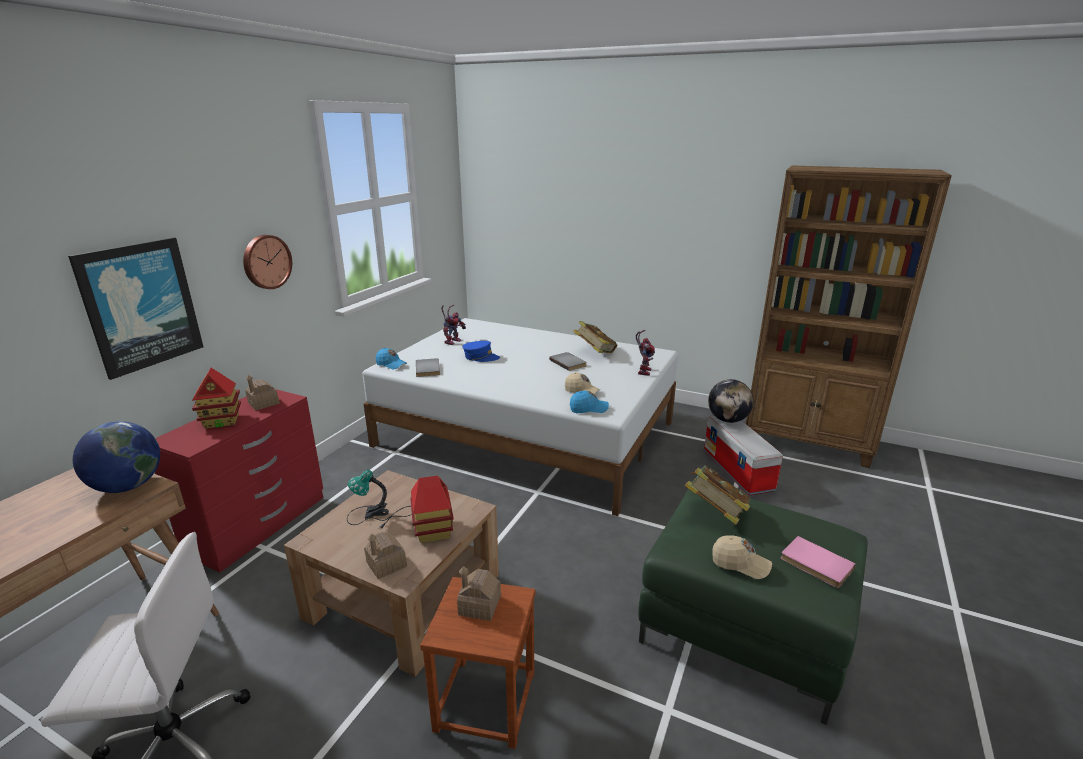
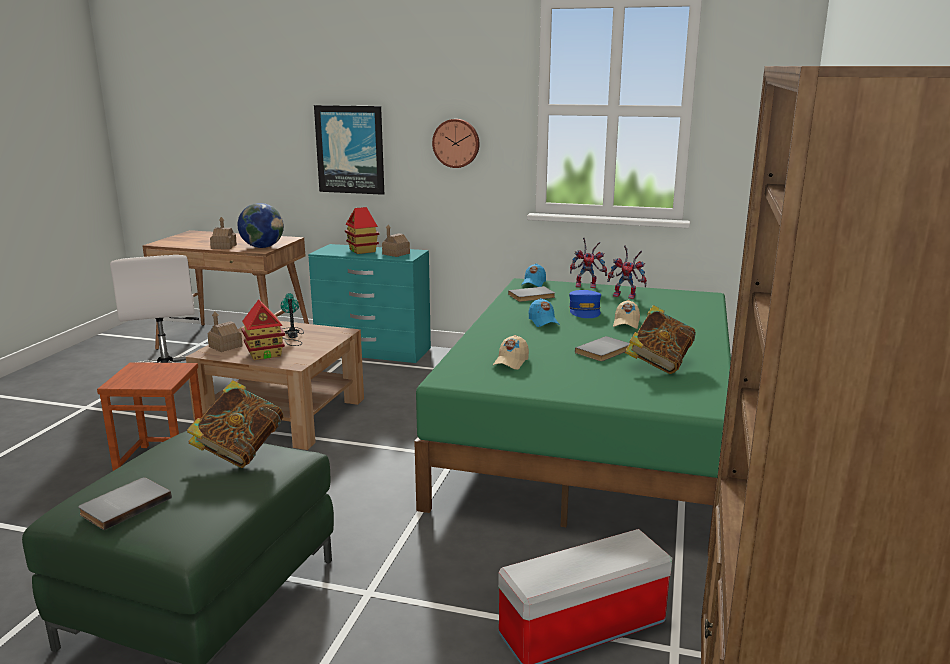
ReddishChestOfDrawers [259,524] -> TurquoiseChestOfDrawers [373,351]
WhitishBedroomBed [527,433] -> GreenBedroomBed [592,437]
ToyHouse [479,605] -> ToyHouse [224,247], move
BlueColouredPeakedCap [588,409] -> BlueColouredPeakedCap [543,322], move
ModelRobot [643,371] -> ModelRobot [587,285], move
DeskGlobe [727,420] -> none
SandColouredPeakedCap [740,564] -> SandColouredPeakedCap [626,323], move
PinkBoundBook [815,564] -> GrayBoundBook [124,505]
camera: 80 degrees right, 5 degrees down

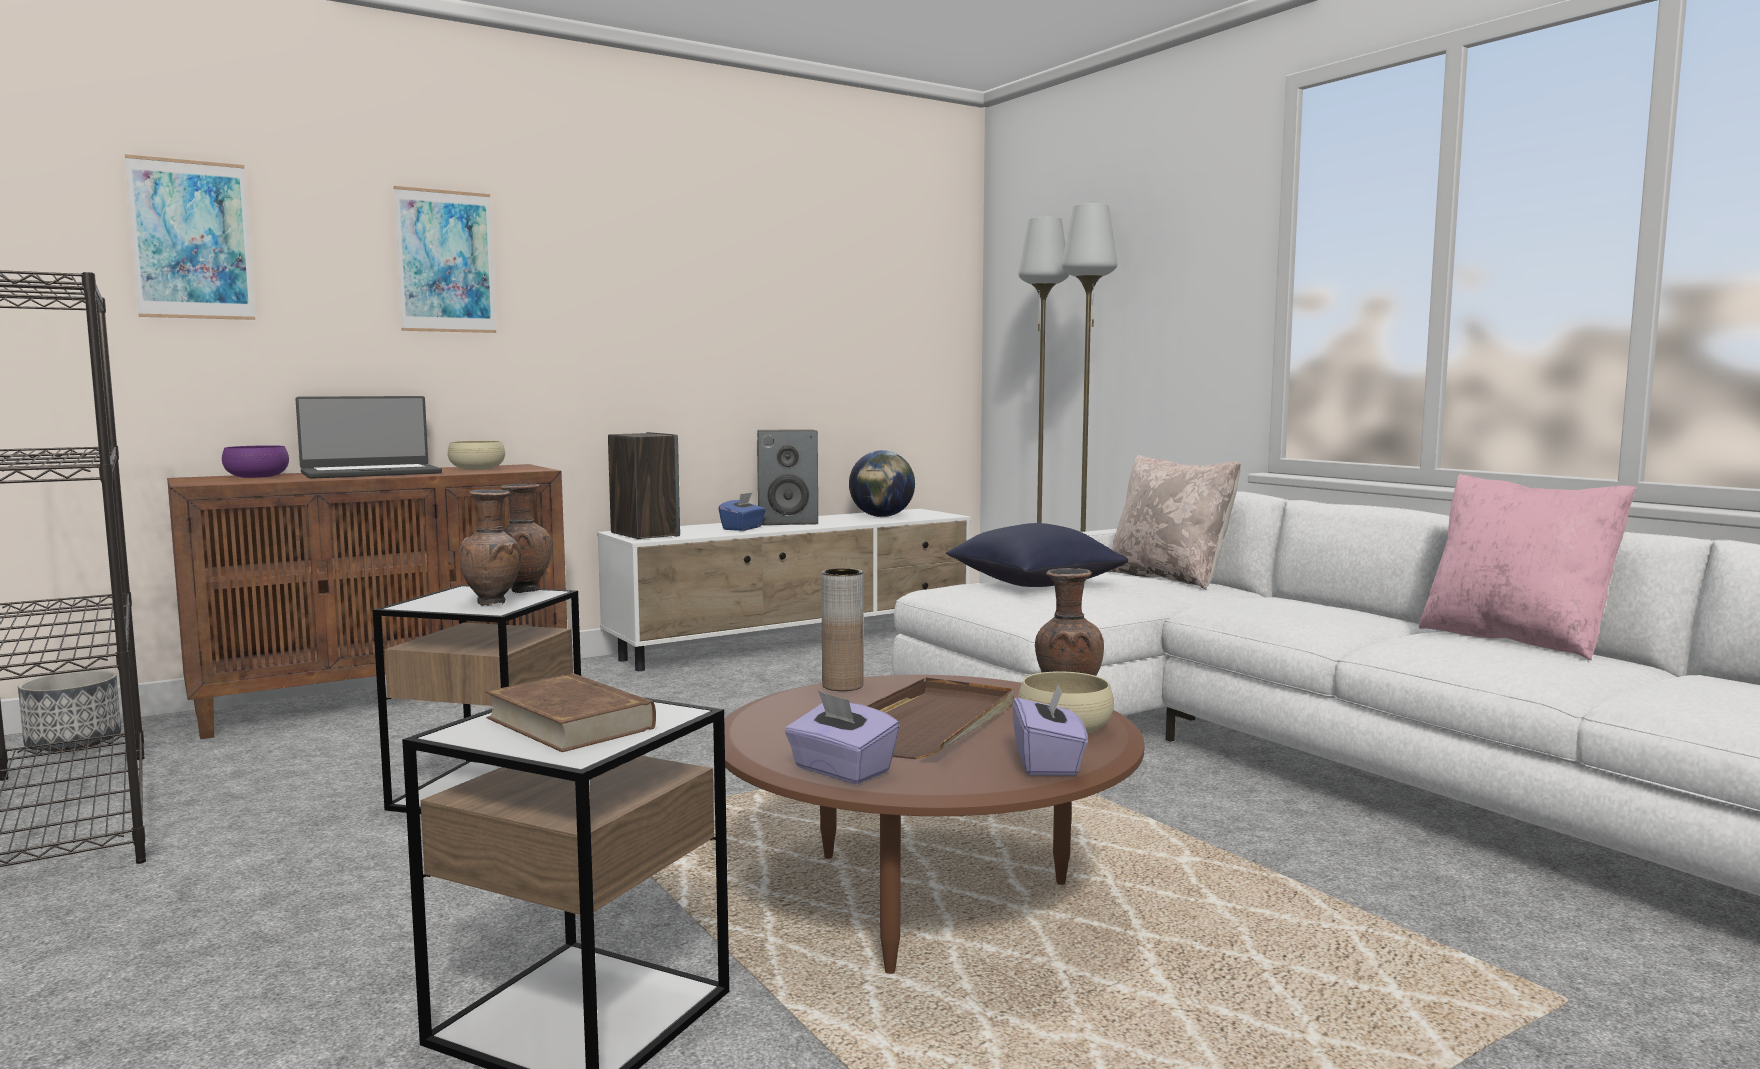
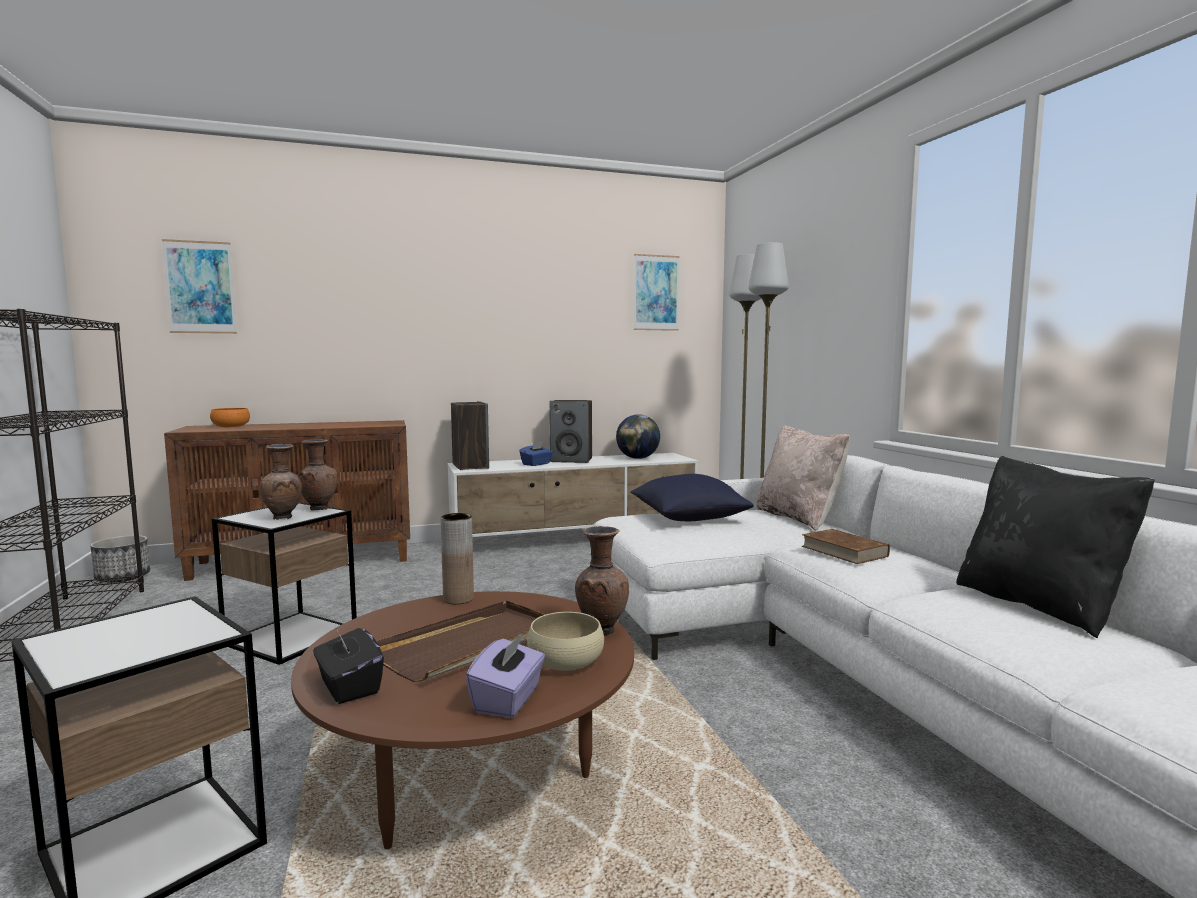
PurpleBowl [256,476] -> OrangeyBowl [230,426]
NotebookComputer [371,473] -> none
Picture [446,261] -> Picture [656,293], move
SandColouredBowl [477,468] -> none
BrownColouredBoundBook [570,723] -> BrownColouredBoundBook [844,551], move
PurpleTissueBox [841,771] -> BlackColouredTissueBox [348,687]
PinkCushion [1516,640] -> BlackColouredCushion [1039,606]
camera: 15 degrees right, 0 degrees up

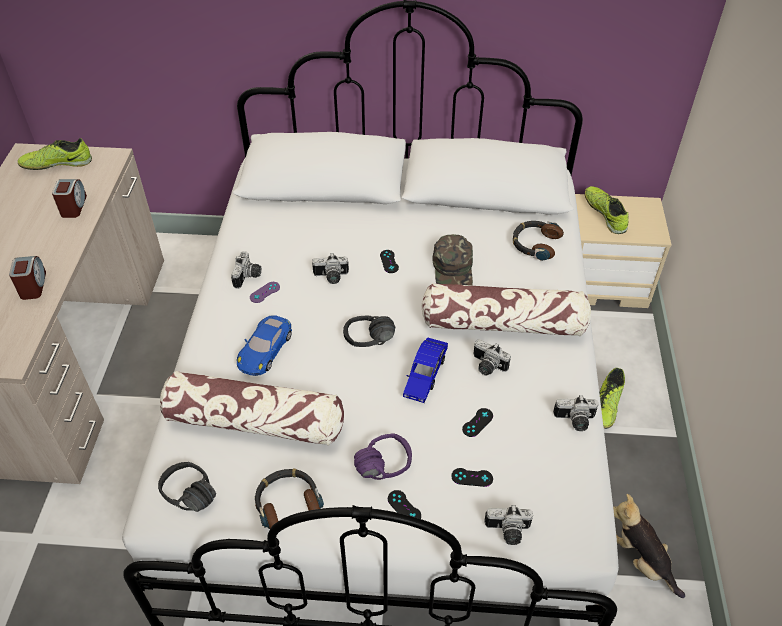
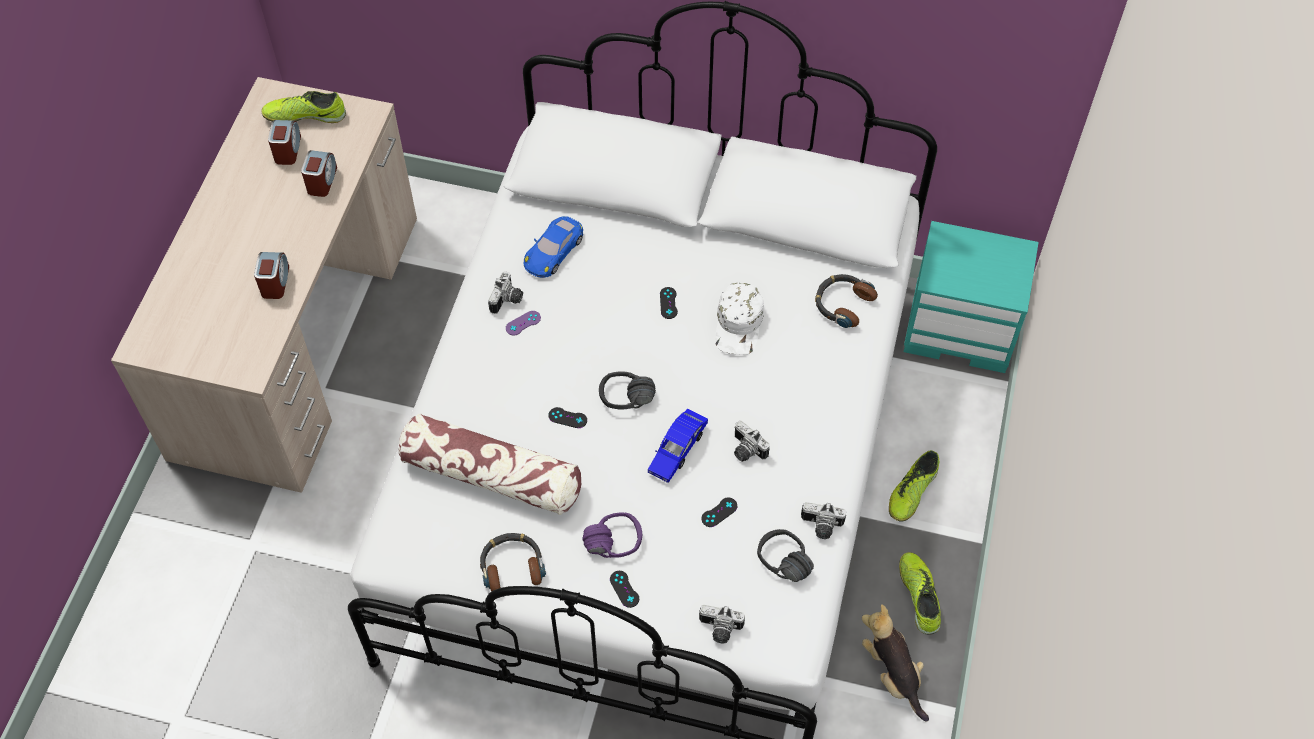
BlackColouredPairOfHeadphones [183,500] -> BlackColouredPairOfHeadphones [778,567], move
BlueColouredToyCar [265,349] -> BlueColouredToyCar [553,251], move
PhotoCamera [331,277] -> none
Cushion [503,324] -> none
GreenPeakedCap [453,269] -> WhitishPeakedCap [739,324]
BlackColouredJoypad [472,477] -> BlackColouredJoypad [567,418], move
SandColouredNightTable [605,281] -> TurquoiseNightTable [961,328]
Shoe [605,214] -> Shoe [919,596], move
none -> BedsideClock [288,150]
camera: 10 degrees right, 10 degrees up

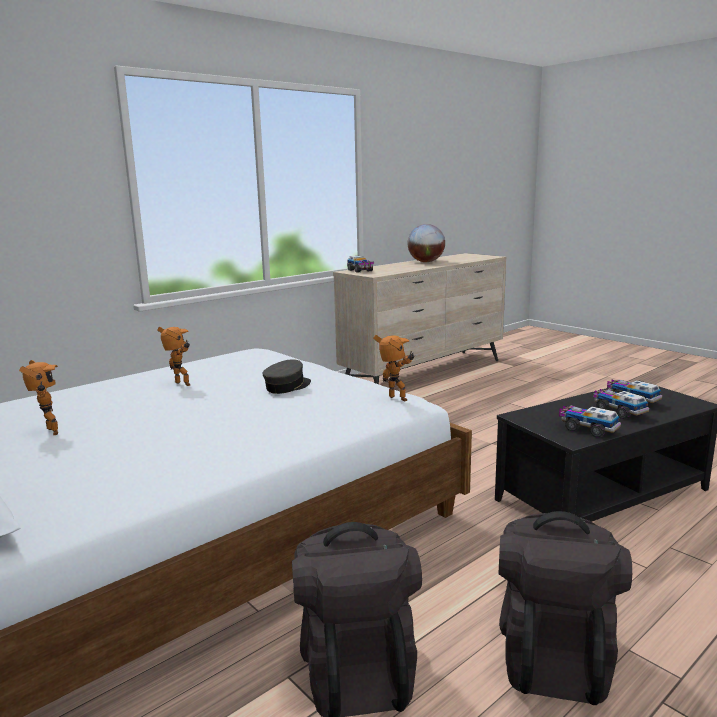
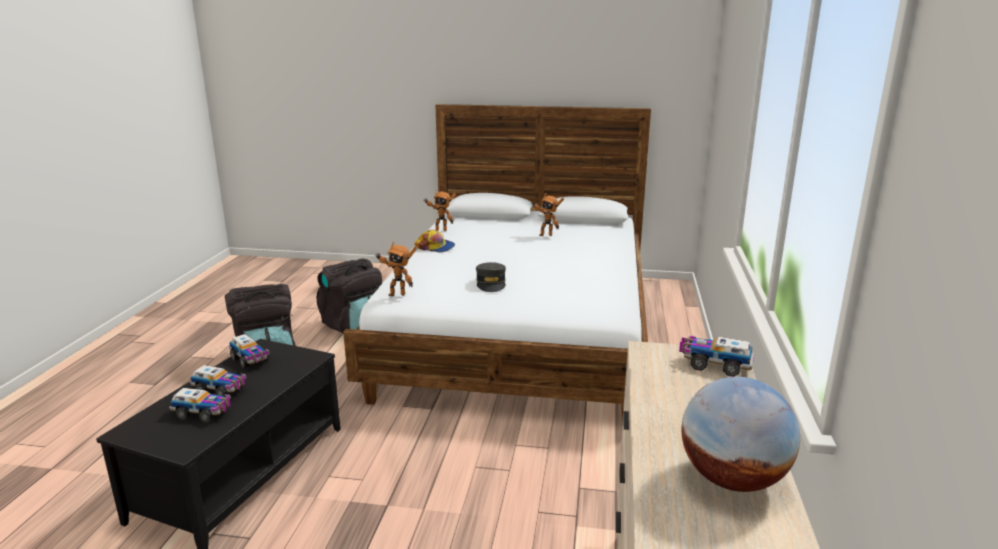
ModelRobot [180,385] -> ModelRobot [440,230], move
ModelTruck [587,429] -> ModelTruck [250,360], 45 degrees clockwise
none -> PeakedCap [435,247]
camera: 140 degrees right, 5 degrees up

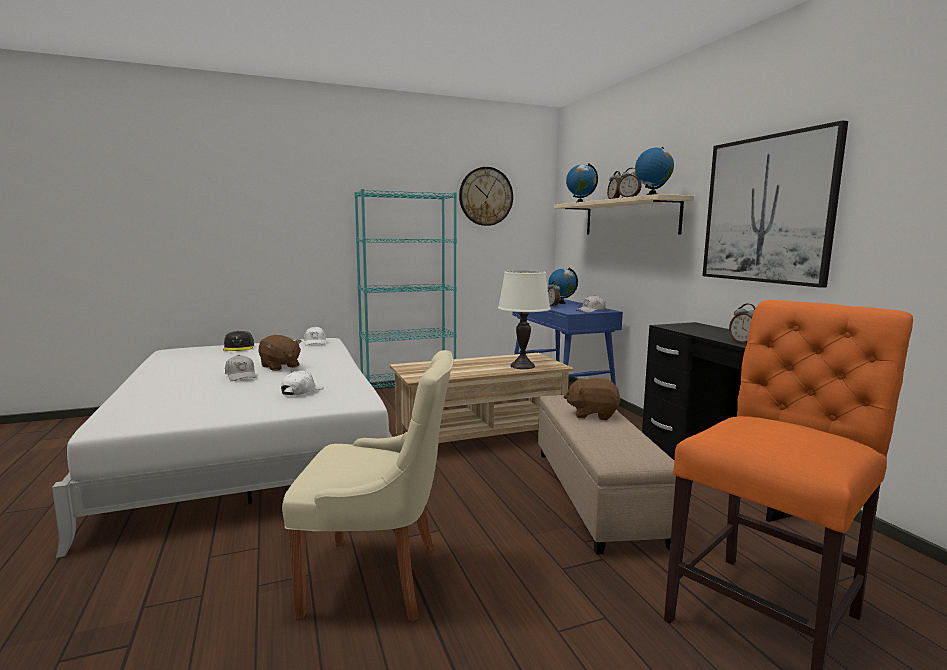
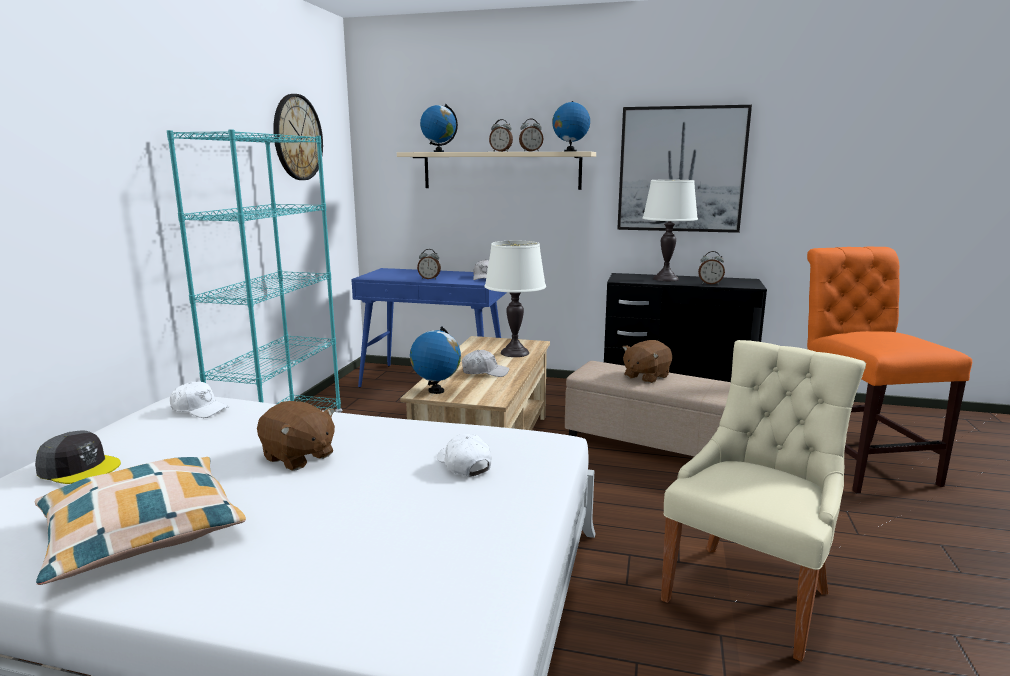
WhitishPeakedCap [241,376] -> WhitishPeakedCap [484,372], move
BrownColouredPlushToy [280,366] -> BrownColouredPlushToy [298,457], 45 degrees clockwise
DeskGlobe [561,303] -> DeskGlobe [436,391], move
none -> Cushion [141,531]
none -> WhitishLampForATable [665,279]
camera: 55 degrees left, 5 degrees up

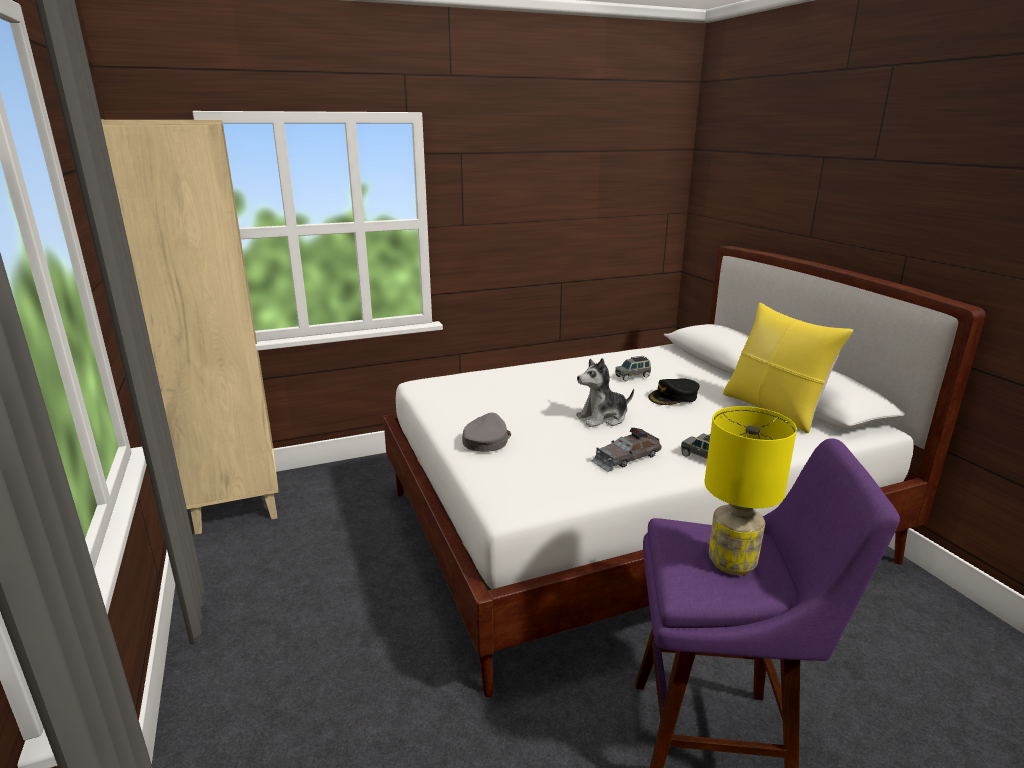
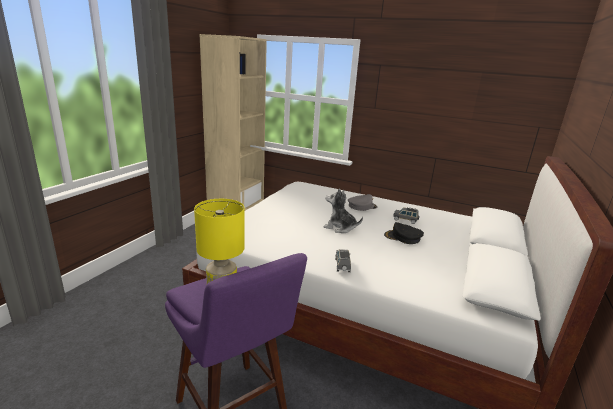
GrayPeakedCap [486,440] -> GrayPeakedCap [362,206], move
GrayToyCar [626,458] -> none
YellowishCushion [774,410] -> none
camera: 45 degrees right, 0 degrees up

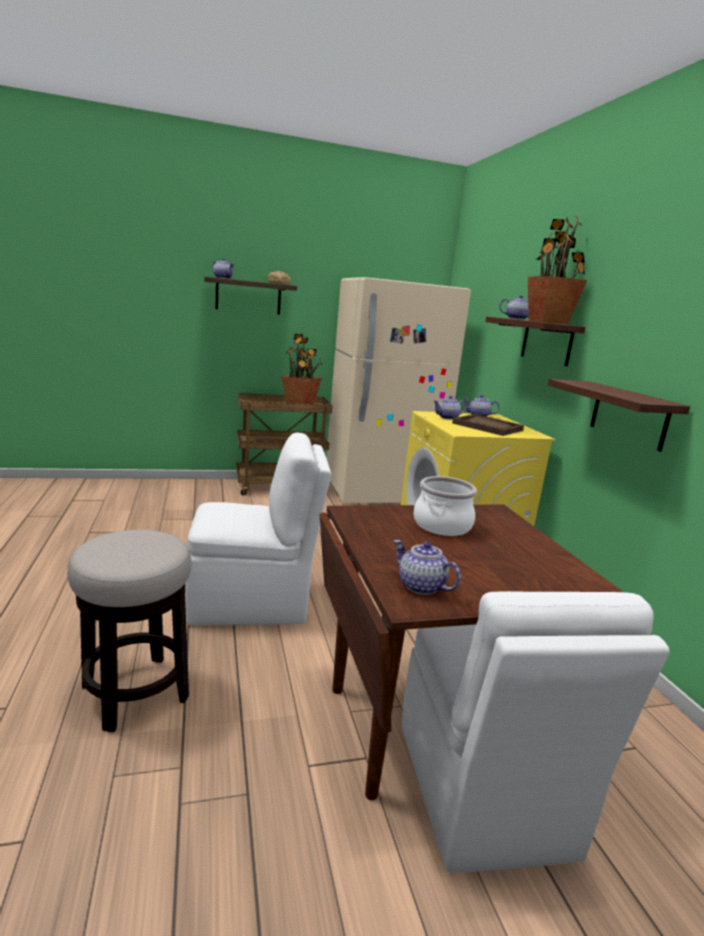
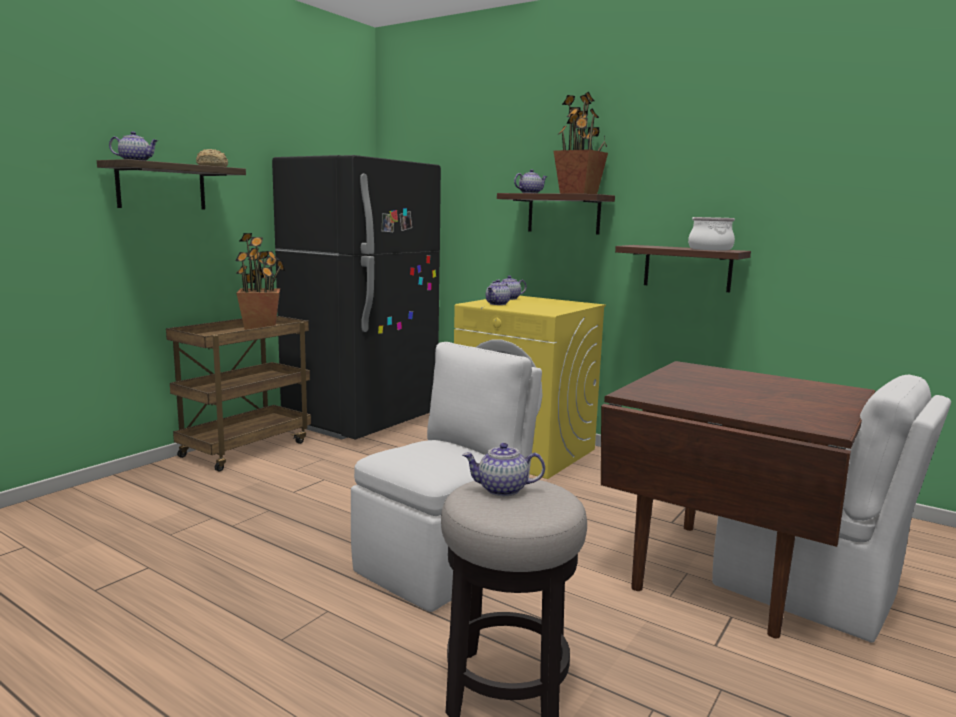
SandColouredFridge [379,493] -> BlackColouredFridge [362,420]
PotForTea [420,586] -> PotForTea [502,490], move
Saucepot [442,526] -> Saucepot [710,249], move
BrownColouredCarryingTray [487,427] -> none
camera: 40 degrees left, 5 degrees down

